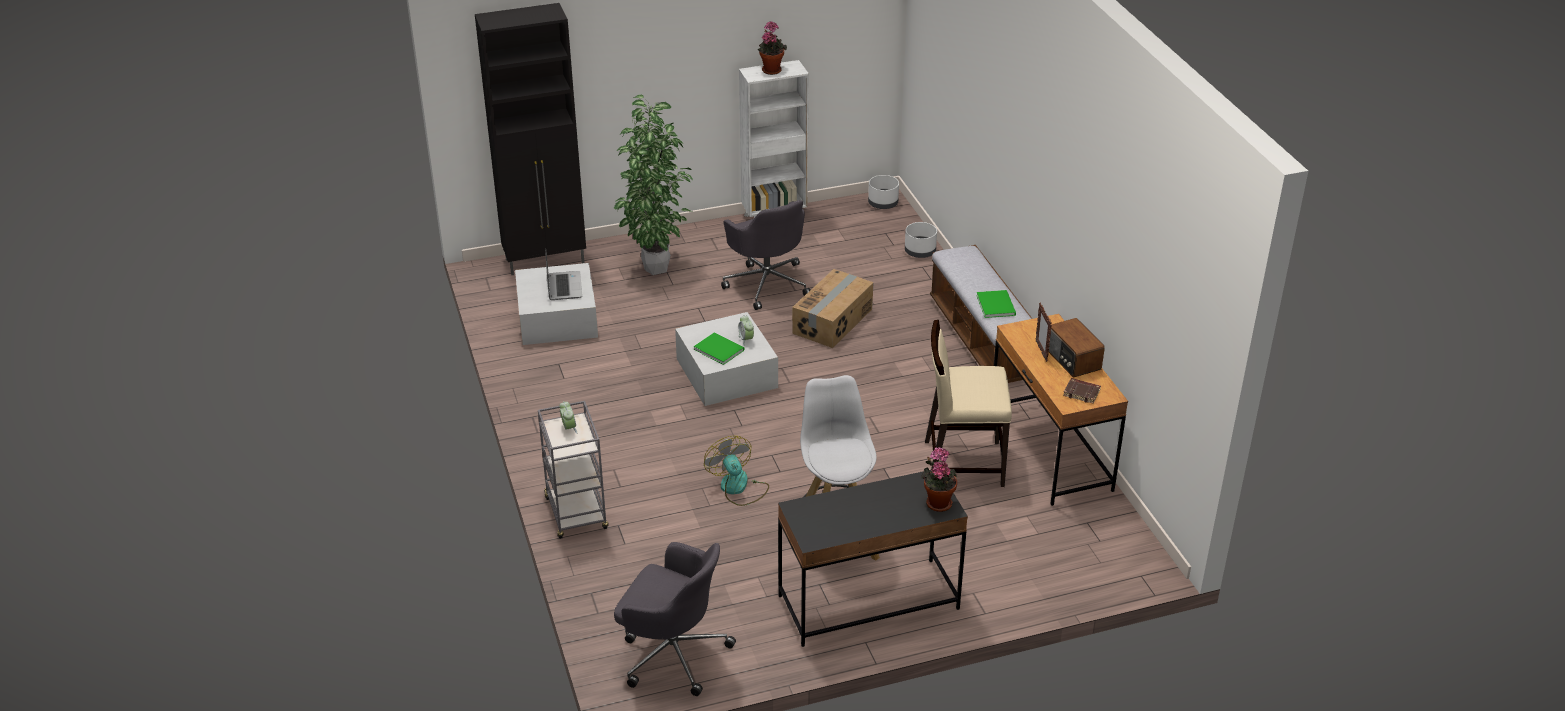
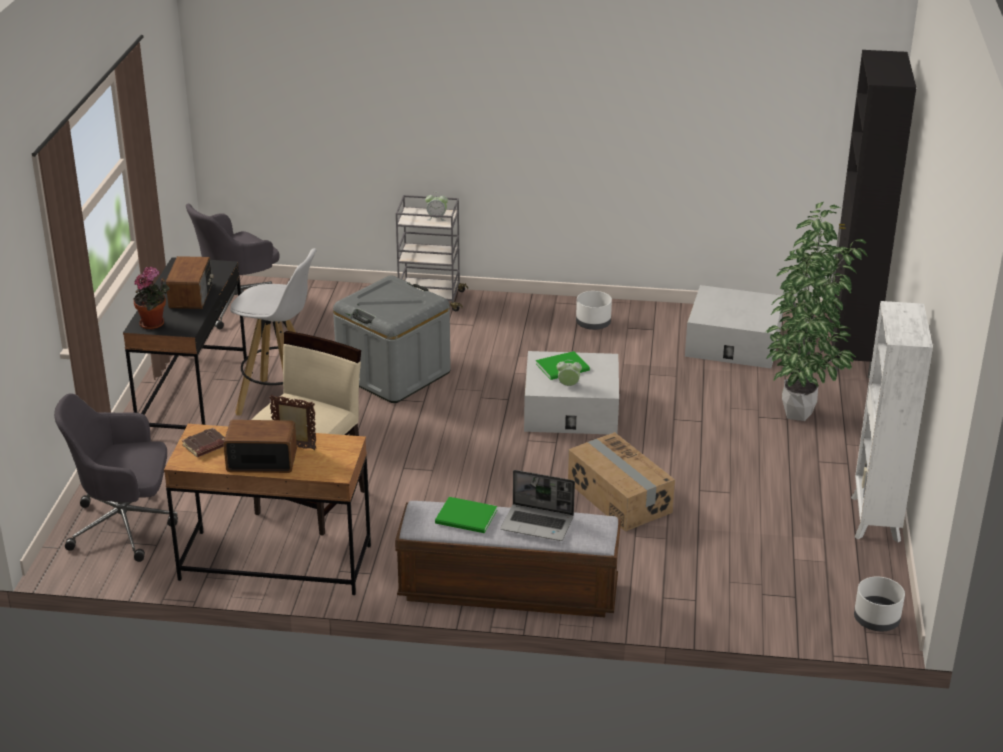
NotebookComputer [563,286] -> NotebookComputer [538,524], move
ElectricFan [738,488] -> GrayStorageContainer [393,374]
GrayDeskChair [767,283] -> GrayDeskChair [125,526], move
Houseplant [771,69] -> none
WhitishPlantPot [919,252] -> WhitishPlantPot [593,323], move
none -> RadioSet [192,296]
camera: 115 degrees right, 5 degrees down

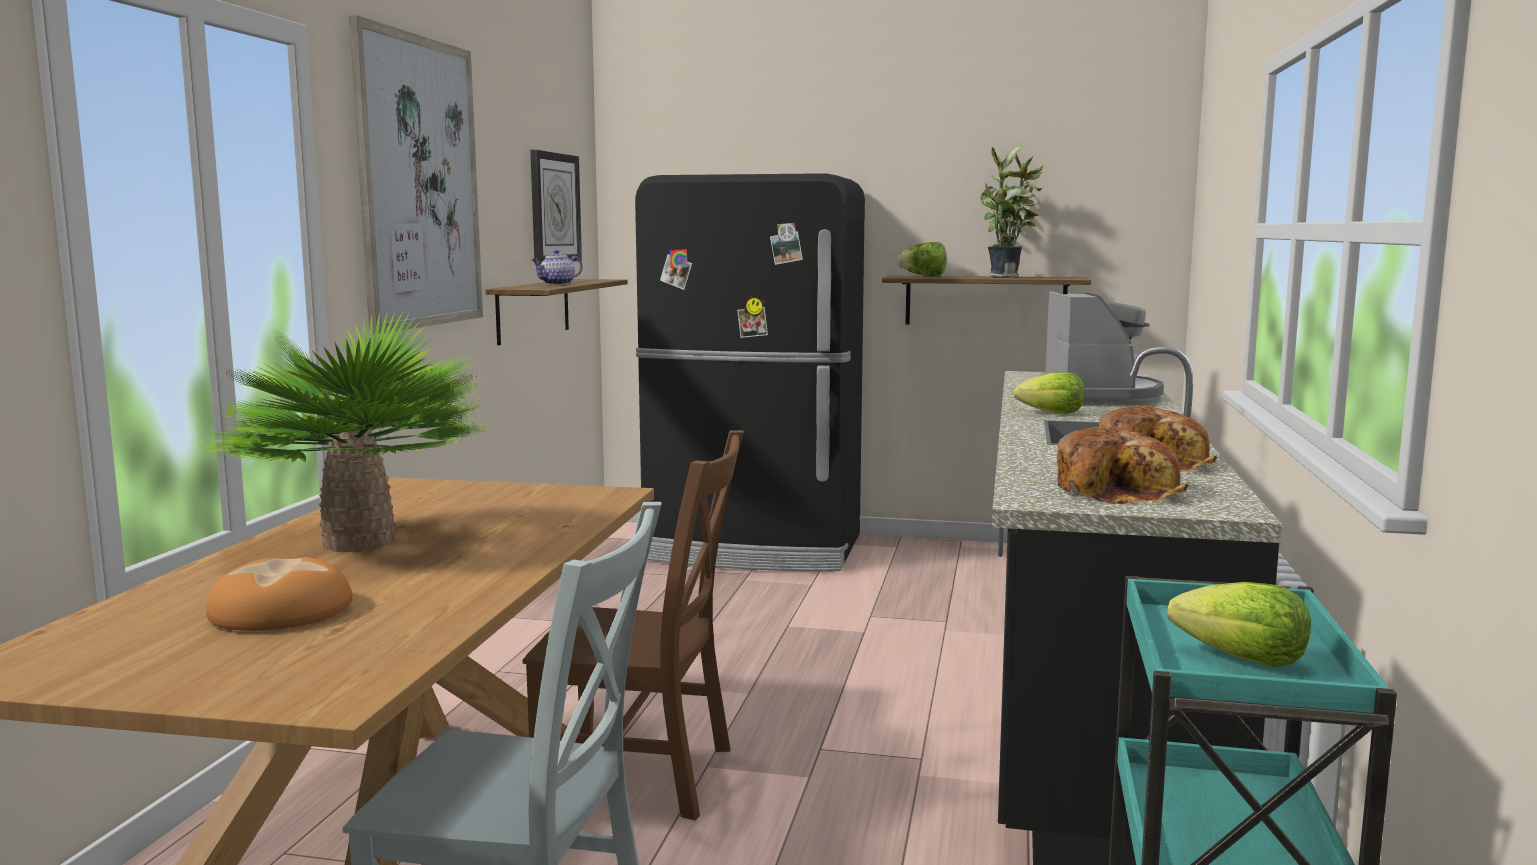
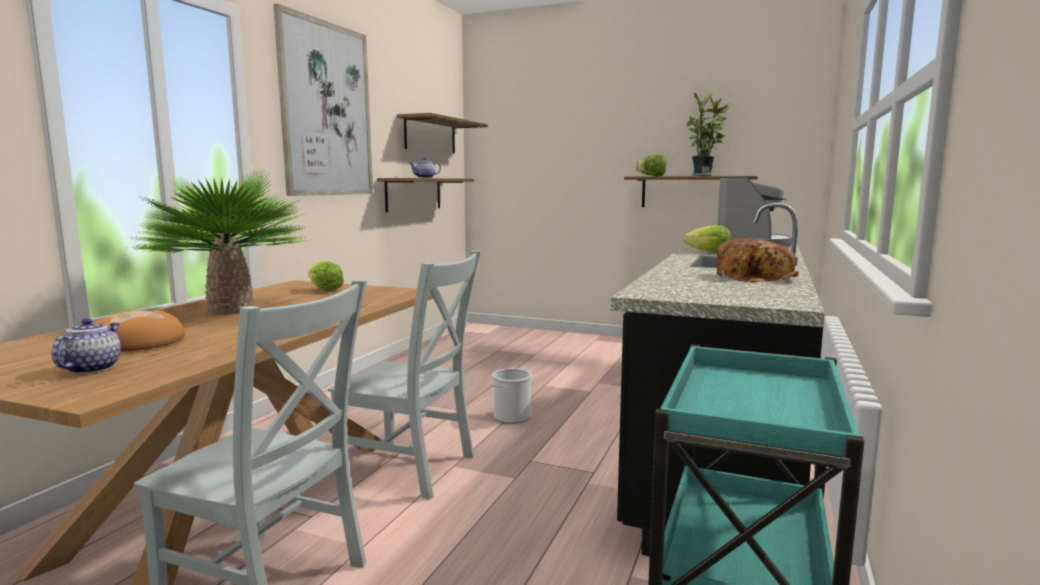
BrownColouredPlainChair [644,776] -> GrayPlainChair [412,469]
ClockOnTheWall [554,208] -> Shelf [430,135]
BlackColouredFridge [753,549] -> none
Bread [1118,491] -> none
LettuceHead [1242,660] -> LettuceHead [325,290], move
none -> PotForTea [92,368]
none -> Pail [512,417]
camera: 10 degrees right, 0 degrees up

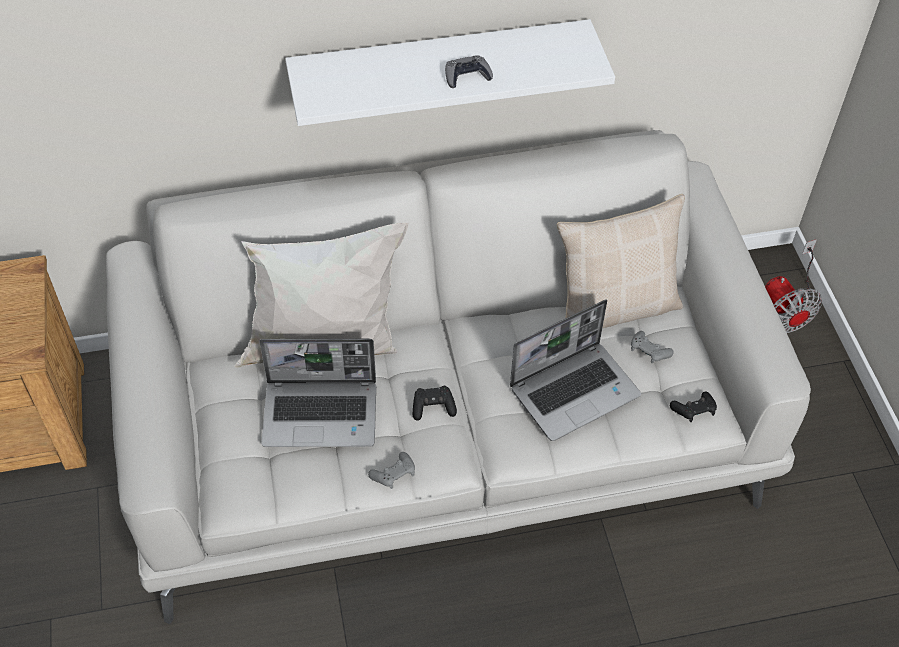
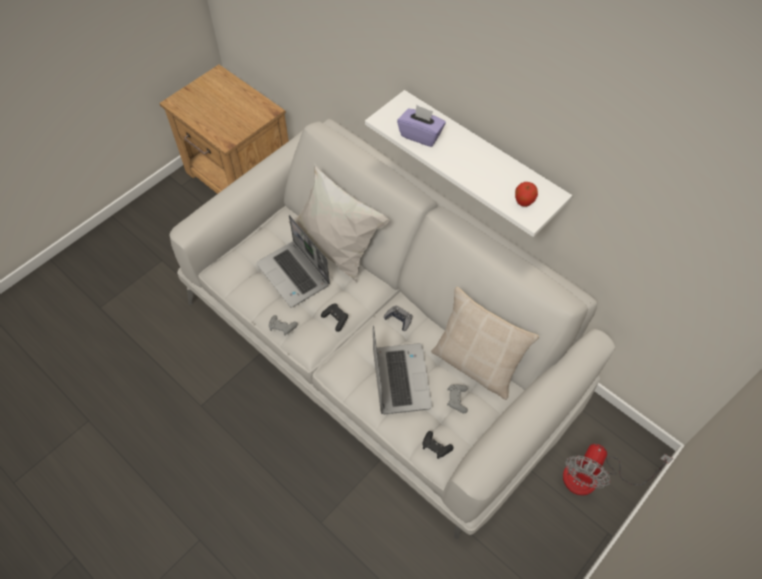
GrayJoypad [467,76] -> GrayJoypad [398,319], move
NotebookComputer [575,390] -> NotebookComputer [400,378], 120 degrees counterclockwise
none -> PurpleTissueBox [421,135]
none -> AppleFruit [523,203]
camera: 55 degrees right, 5 degrees up

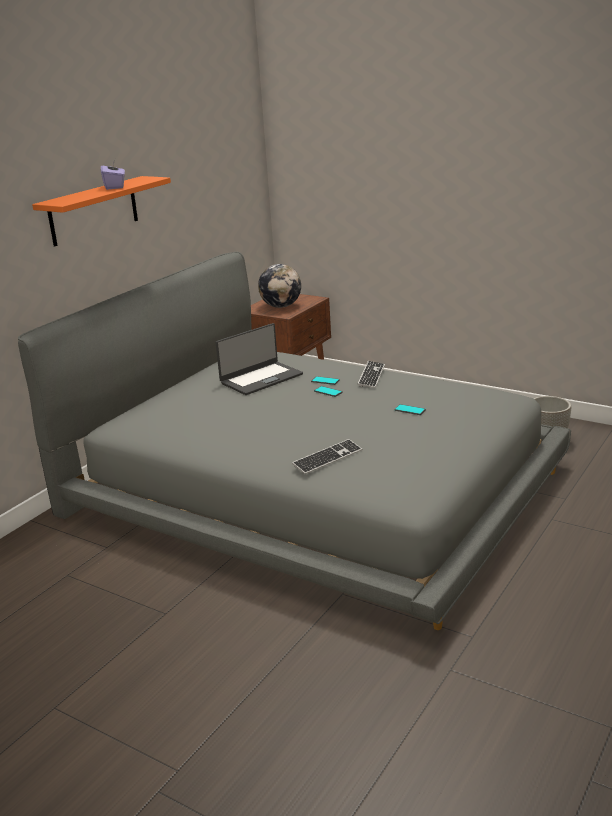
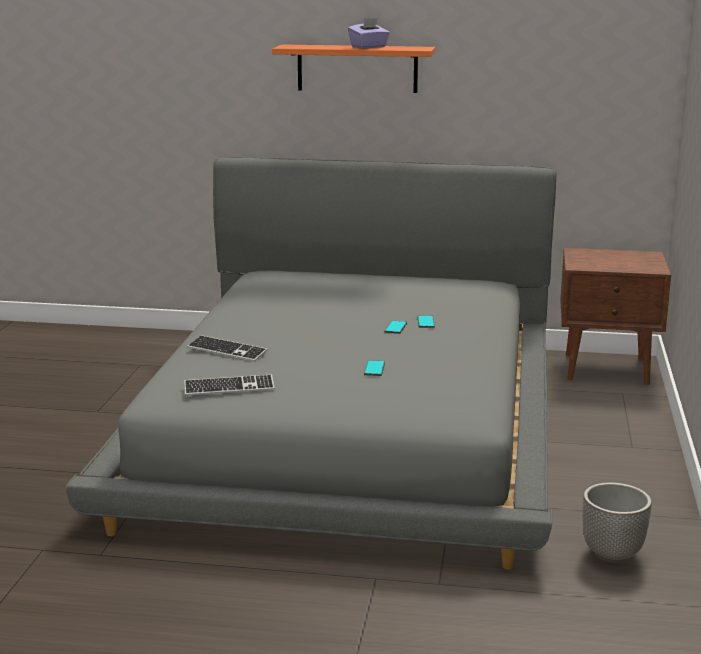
NotebookComputer [261,378] -> none
DeskGlobe [281,306] -> none
Keyboard [371,376] -> Keyboard [229,387], move
camera: 65 degrees right, 5 degrees down

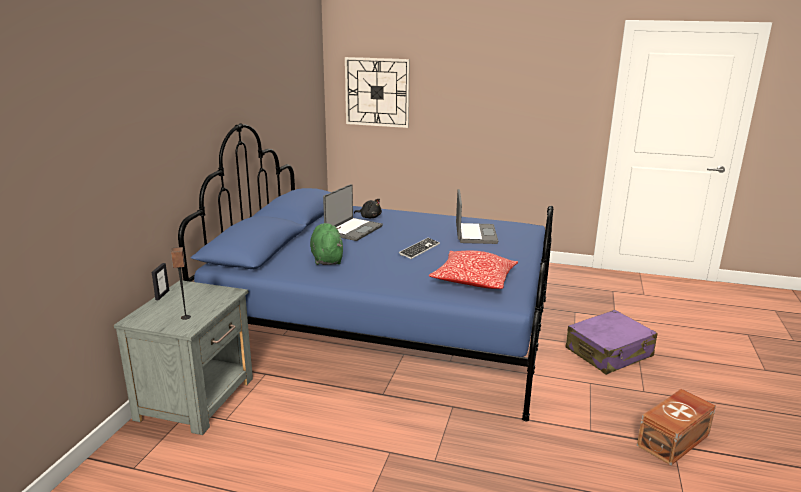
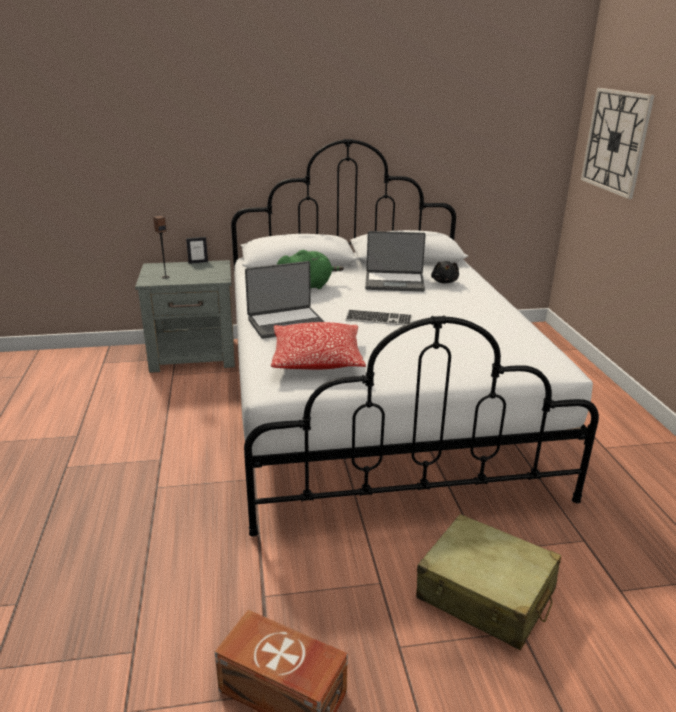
BlueColouredBedroomBed [387,330] -> WhitishBedroomBed [374,405]
NotebookComputer [474,234] -> NotebookComputer [286,323], move
PurpleTravelCase [609,353] -> SandColouredTravelCase [485,594]
camera: 65 degrees right, 5 degrees up

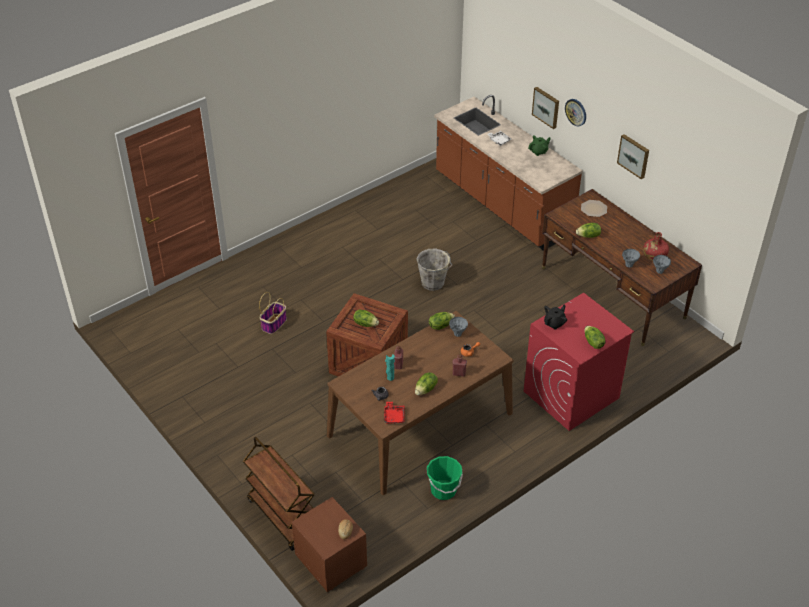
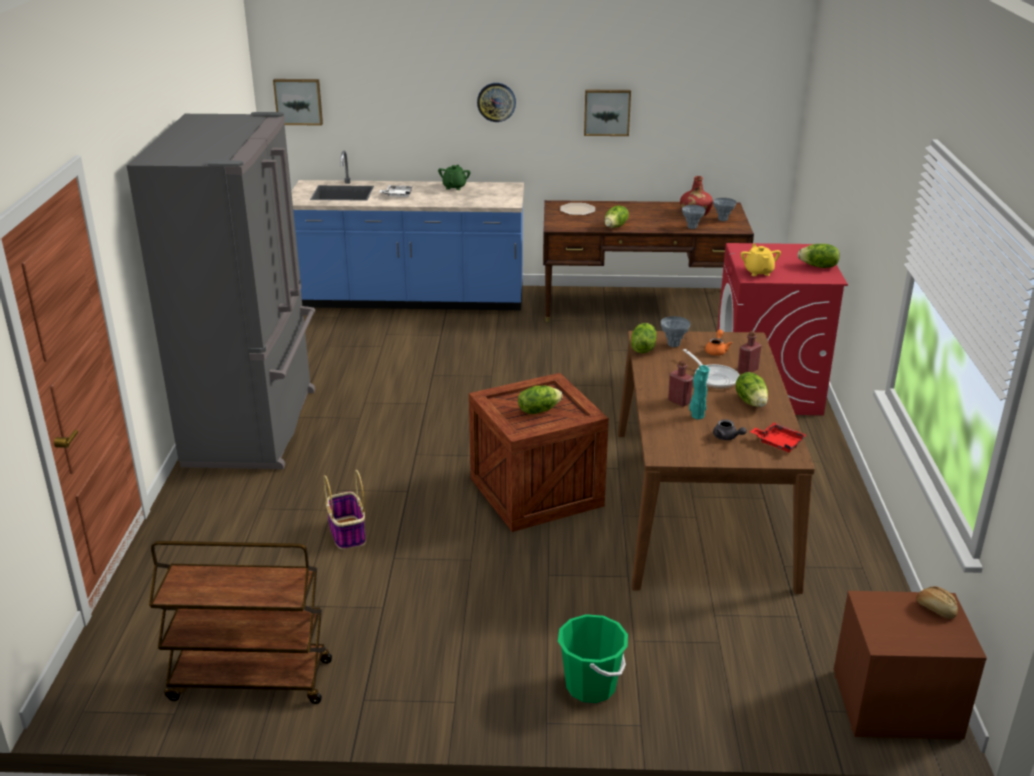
BrownColouredTrolley [282,516] -> BrownColouredTrolley [249,681], move
GrayPail [433,283] -> none
GreenPail [443,490] -> GreenPail [591,686], move
BrownColouredCounter [501,205] -> BlueColouredCounter [411,300]
Picture [546,107] -> Picture [298,101], move
BlackColouredPotForTea [554,323] -> YellowishPotForTea [758,272]
none -> GrayFridge [255,426]
none -> Pan [713,378]
camera: 50 degrees left, 15 degrees down

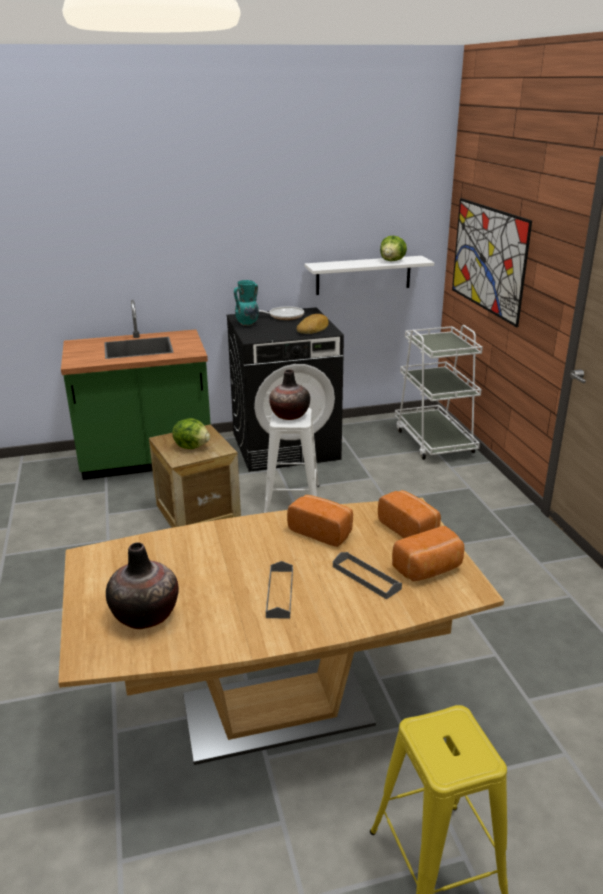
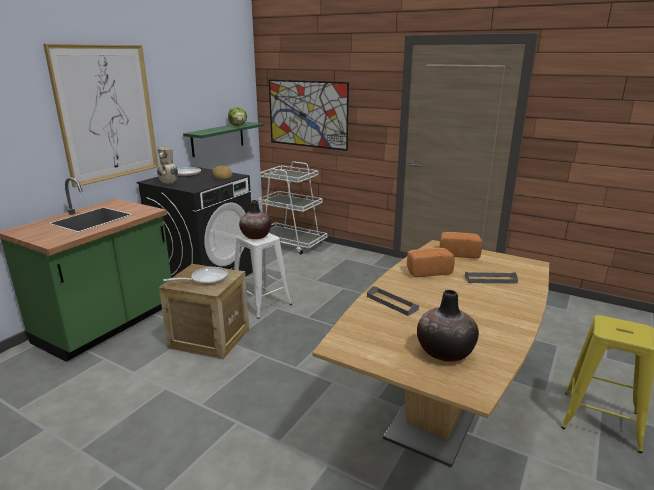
LettuceHead [192,446] -> Pan [206,279]
TurquoiseDecorativeVase [247,324] -> SandColouredDecorativeVase [169,183]
GrayCarryingTray [280,593] -> GrayCarryingTray [392,303], move
WhitishShelf [363,275] -> GreenShelf [218,139]
Bread [429,569] -> none
none -> Picture [107,113]
camera: 45 degrees left, 5 degrees down

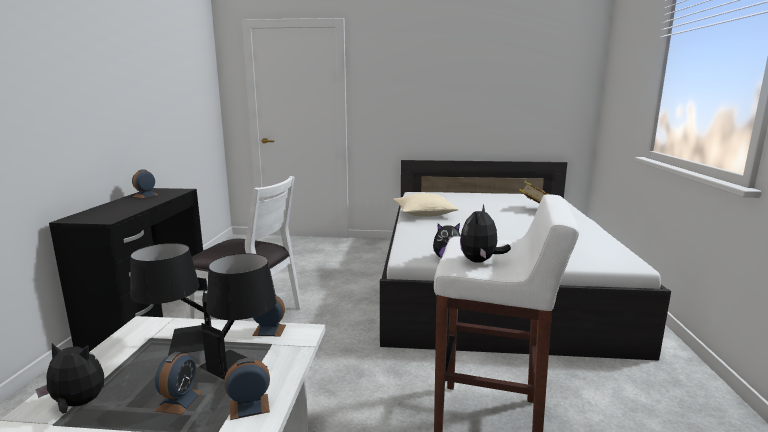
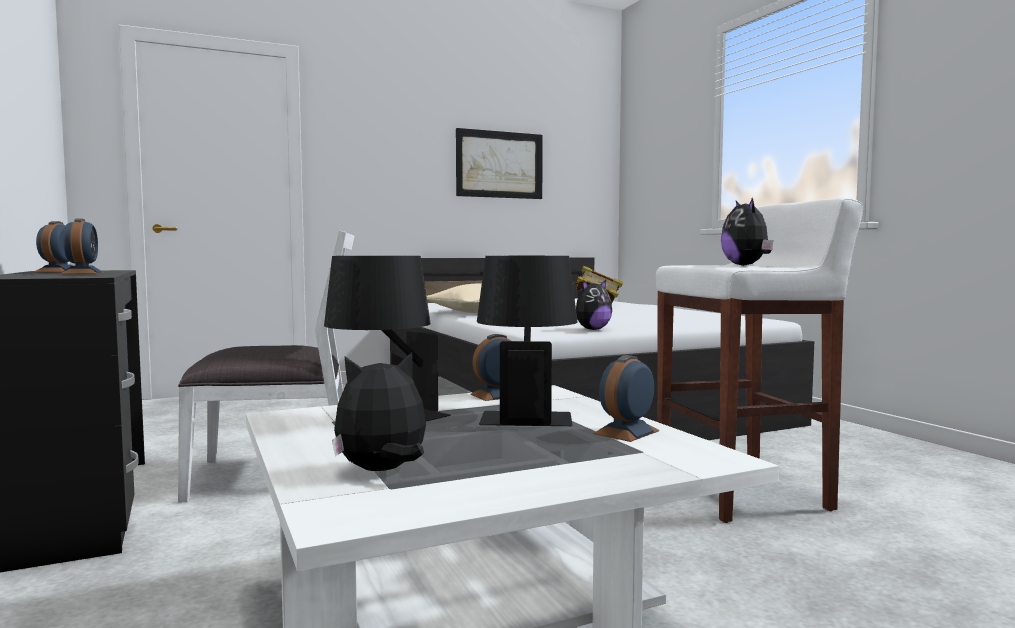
BedsideClock [179,401] -> BedsideClock [82,273], move
none -> Picture [499,164]
camera: 30 degrees left, 10 degrees down

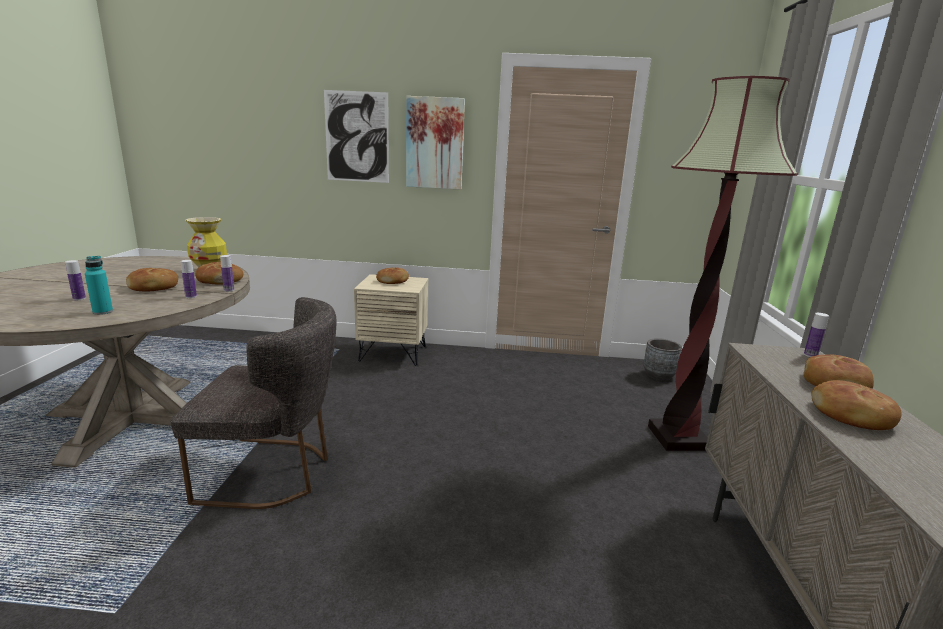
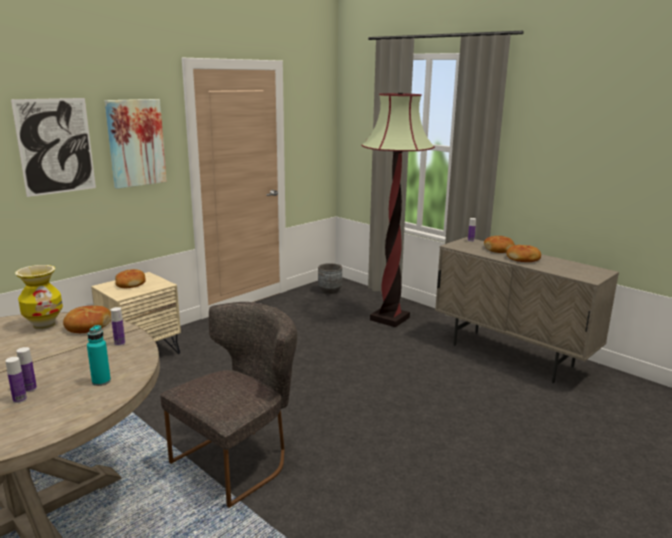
Bread [153,287] -> none
Bottle [229,290] -> Bottle [19,399], move
camera: 50 degrees left, 0 degrees up

